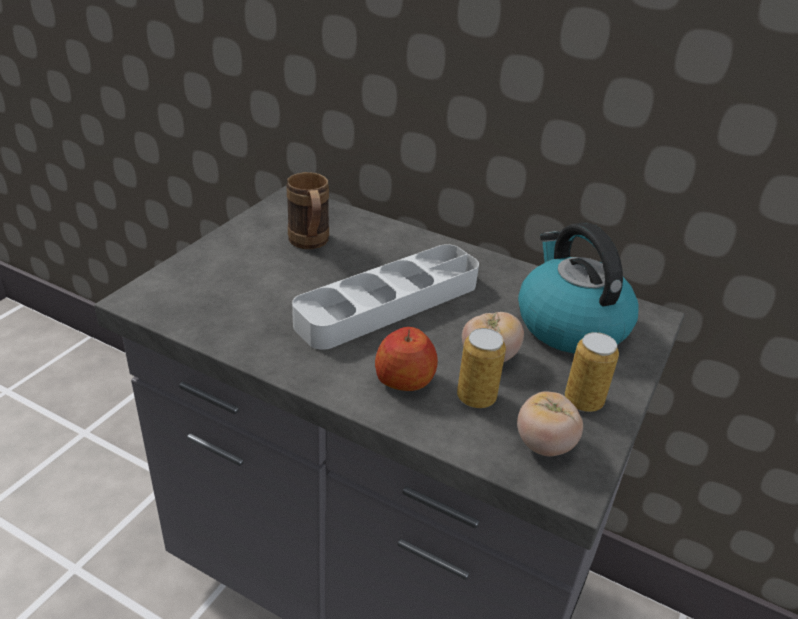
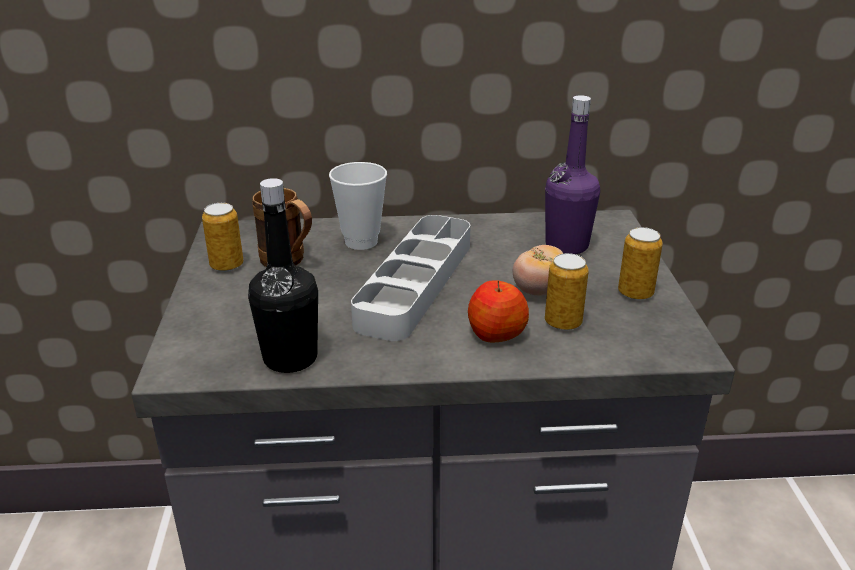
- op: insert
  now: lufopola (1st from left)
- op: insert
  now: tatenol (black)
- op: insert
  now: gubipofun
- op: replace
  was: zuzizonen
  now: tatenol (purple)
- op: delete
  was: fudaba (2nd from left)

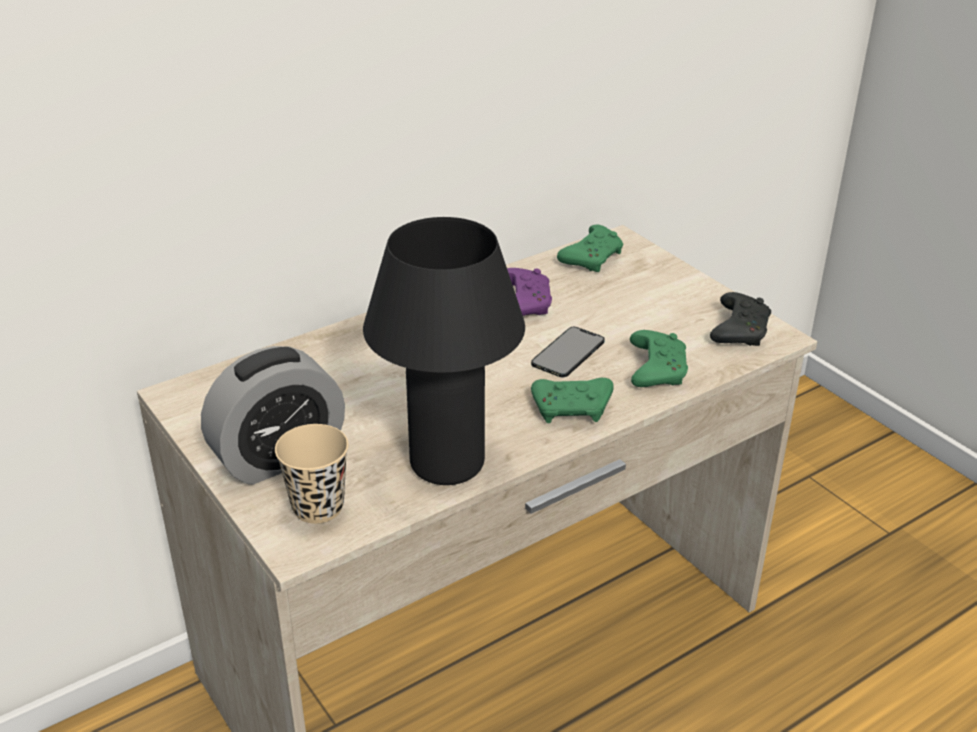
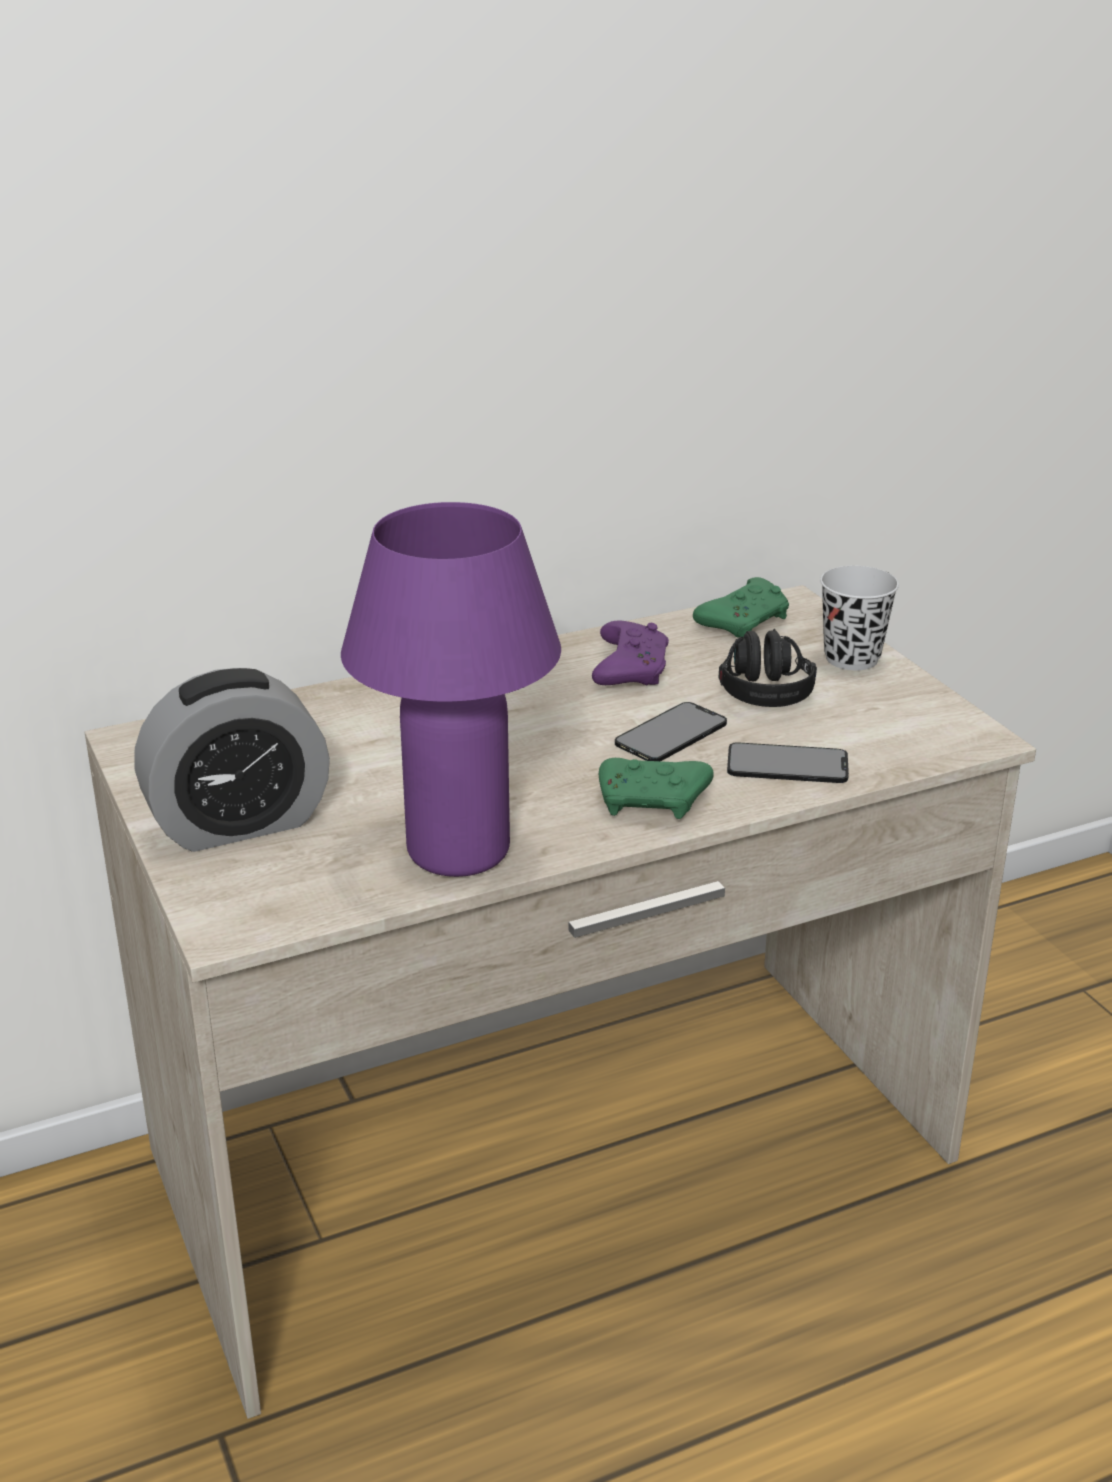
- op: recolor
  was: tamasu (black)
  now: tamasu (purple)
- op: insert
  now: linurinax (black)
- op: replace
  was: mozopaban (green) (3rd from left)
  now: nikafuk (2nd from left)
- op: insert
  now: gubipofun (black)
- op: delete
  was: gubipofun (beige)
- op: delete
  was: mozopaban (black)

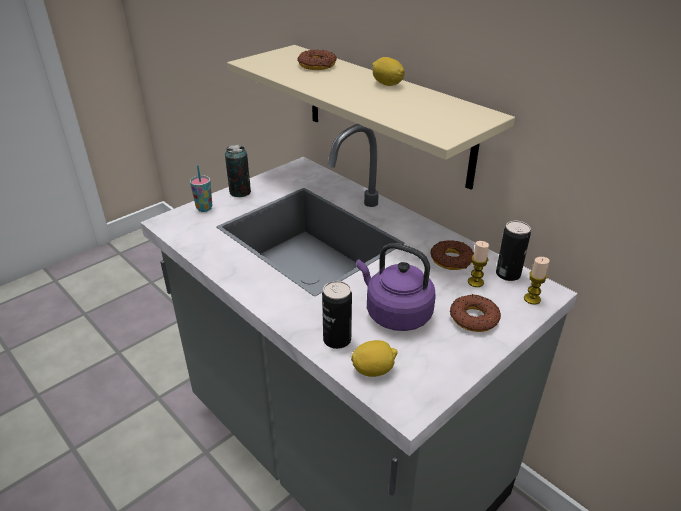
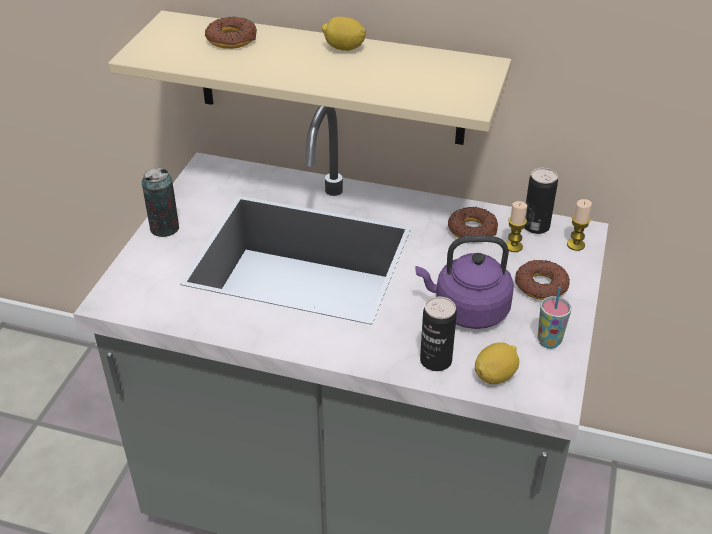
- op: move
  was: gubipofun

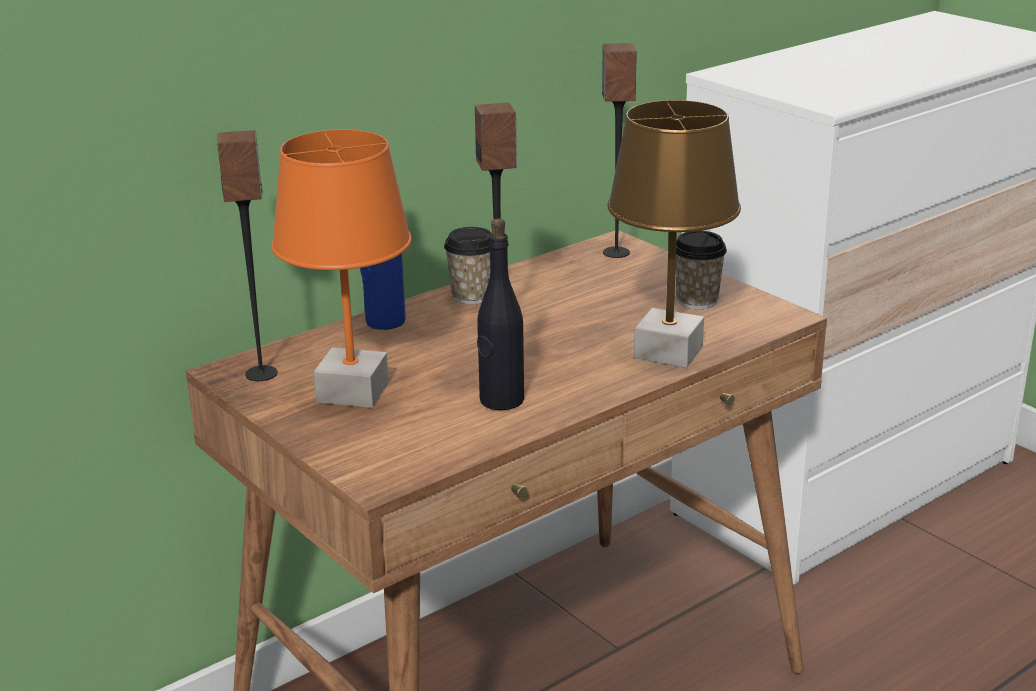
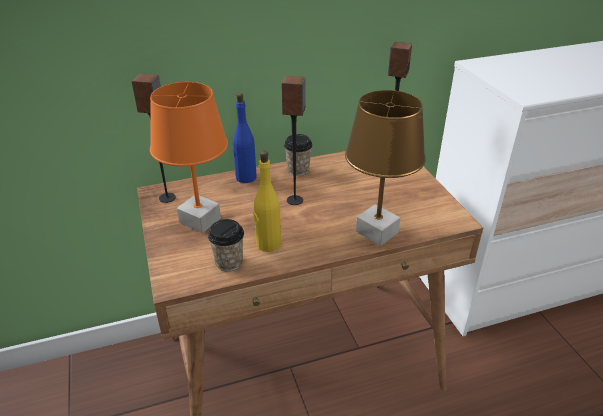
- op: move
  was: gubipofun (2nd from left in the first image)
  now: gubipofun (1st from left)
- op: recolor
  was: tatenol (black)
  now: tatenol (yellow)

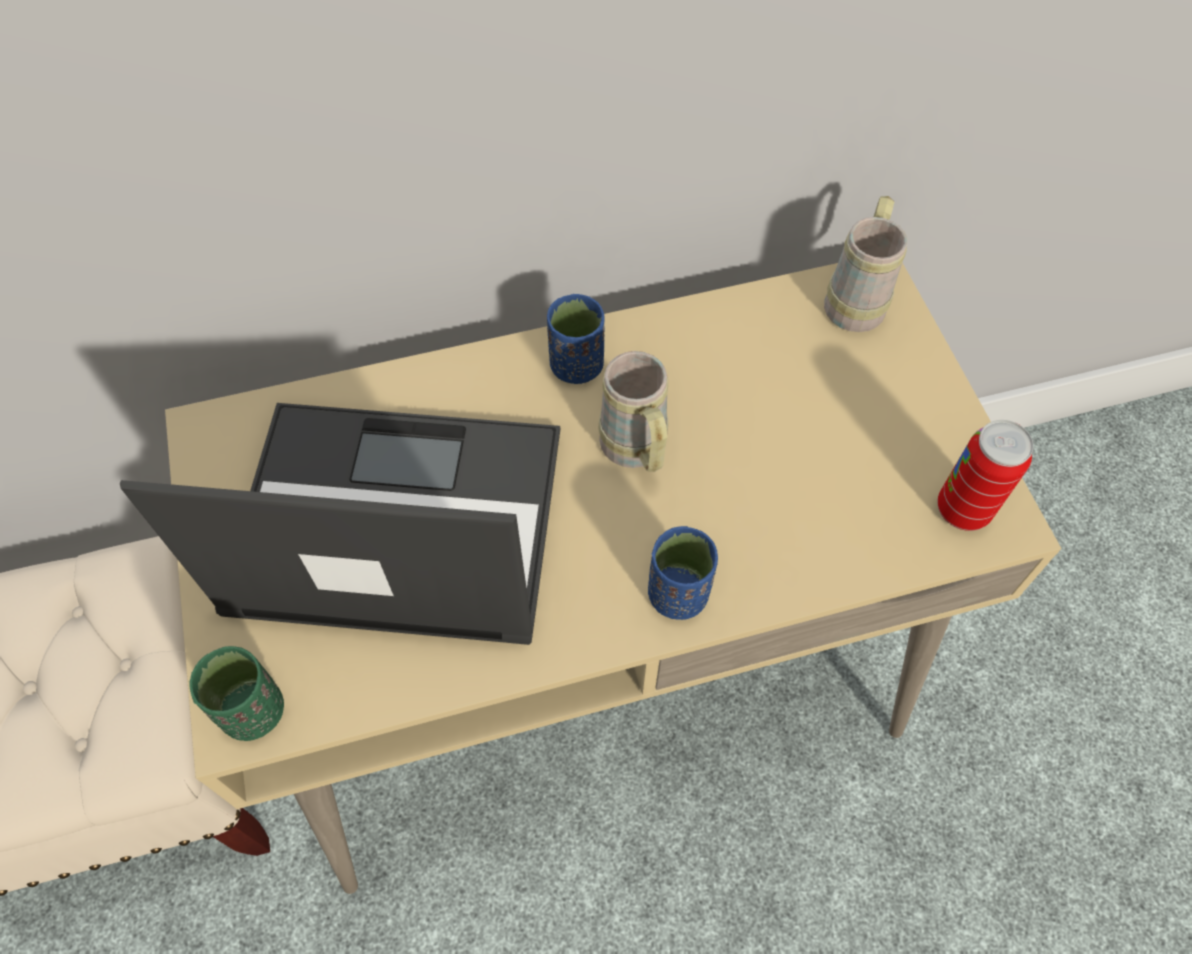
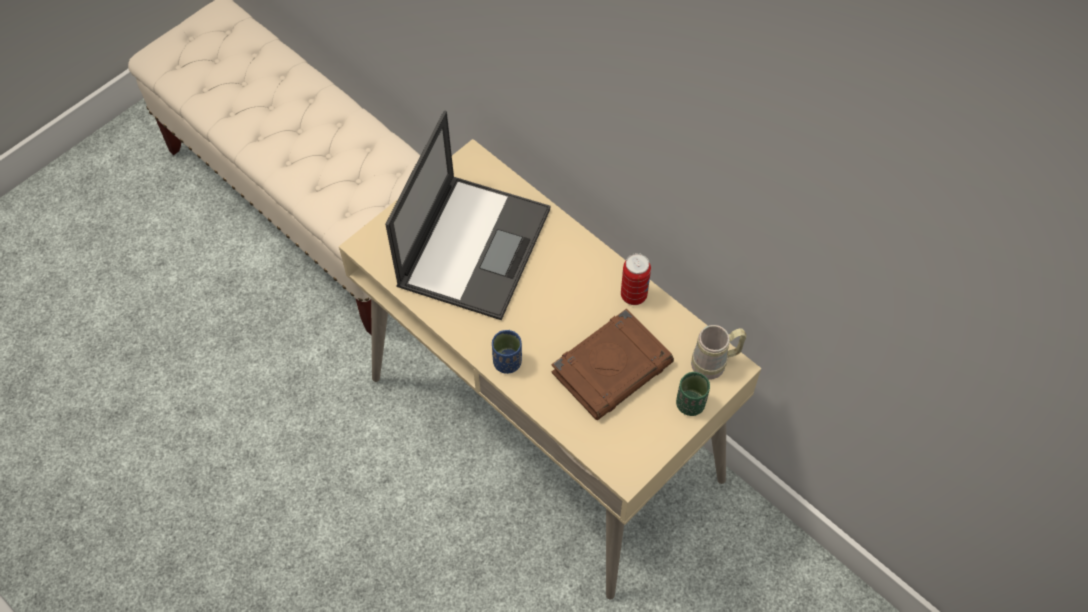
- op: rotate
  was: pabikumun
  clockwise: 45
- op: insert
  now: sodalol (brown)
- op: move
  was: lufopola
- op: move
  was: gubipofun (green)
- op: delete
  was: gubipofun (blue) (1st from left)
- op: delete
  was: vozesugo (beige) (1st from left)

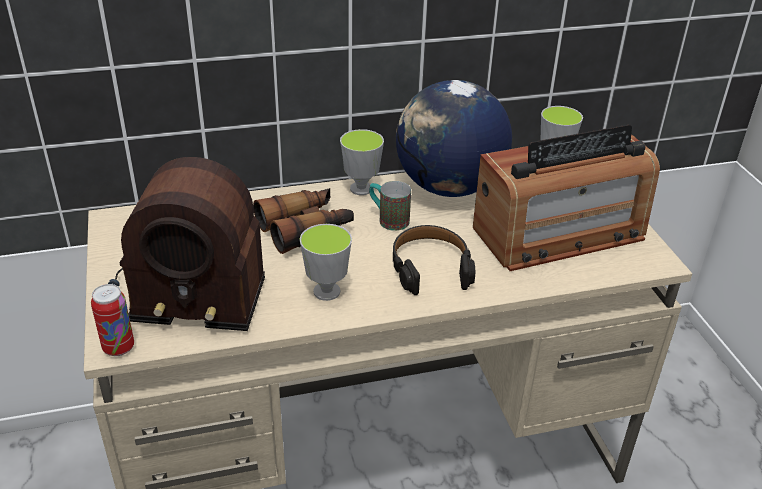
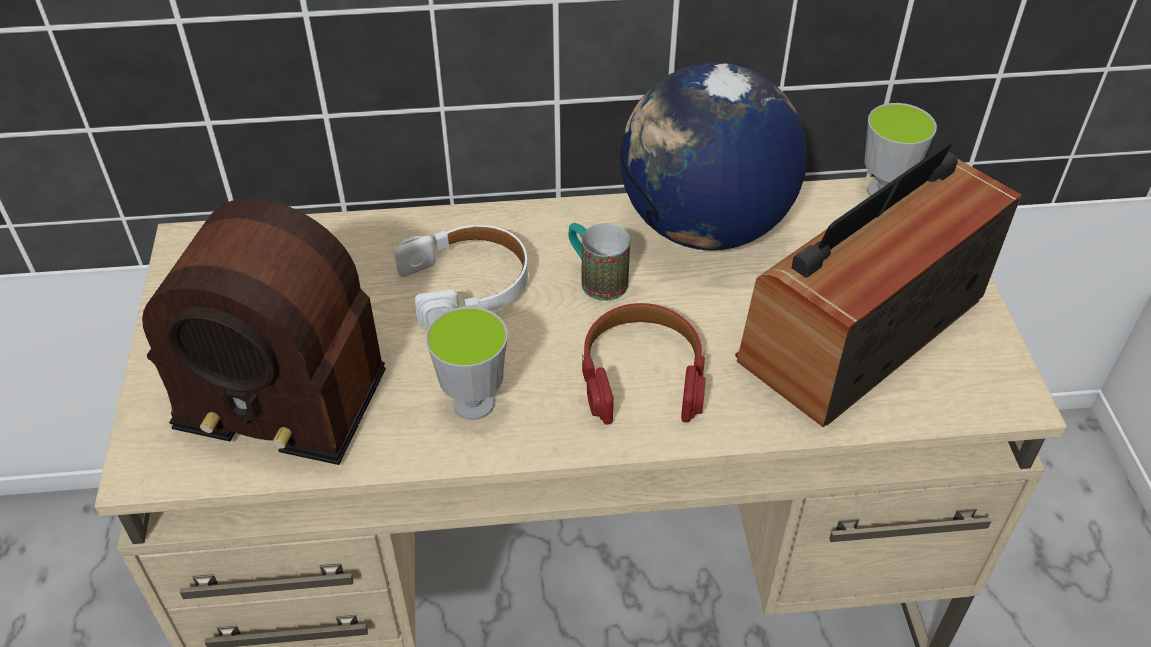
- op: replace
  was: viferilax
  now: linurinax (white)
- op: recolor
  was: linurinax (black)
  now: linurinax (red)
- op: rotate
  was: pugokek (2nd from left)
  clockwise: 150
- op: delete
  was: lufopola
- op: delete
  was: gubipofun (2nd from left)

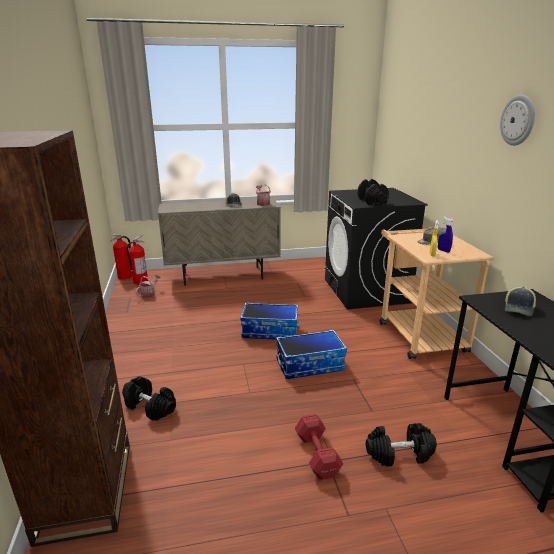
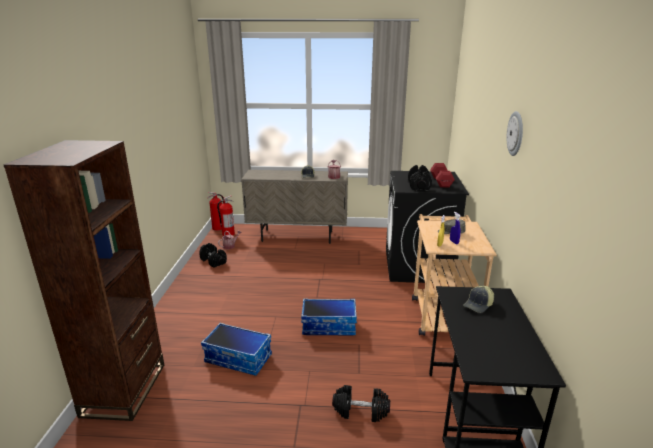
- op: move
  was: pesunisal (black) (1st from left)
- op: move
  was: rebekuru (1st from left)
- op: move
  was: pesunisal (red)

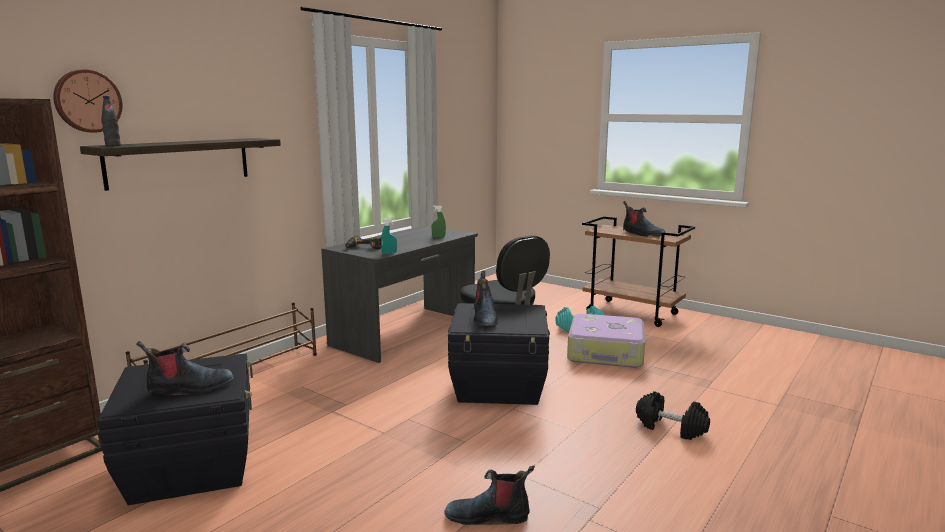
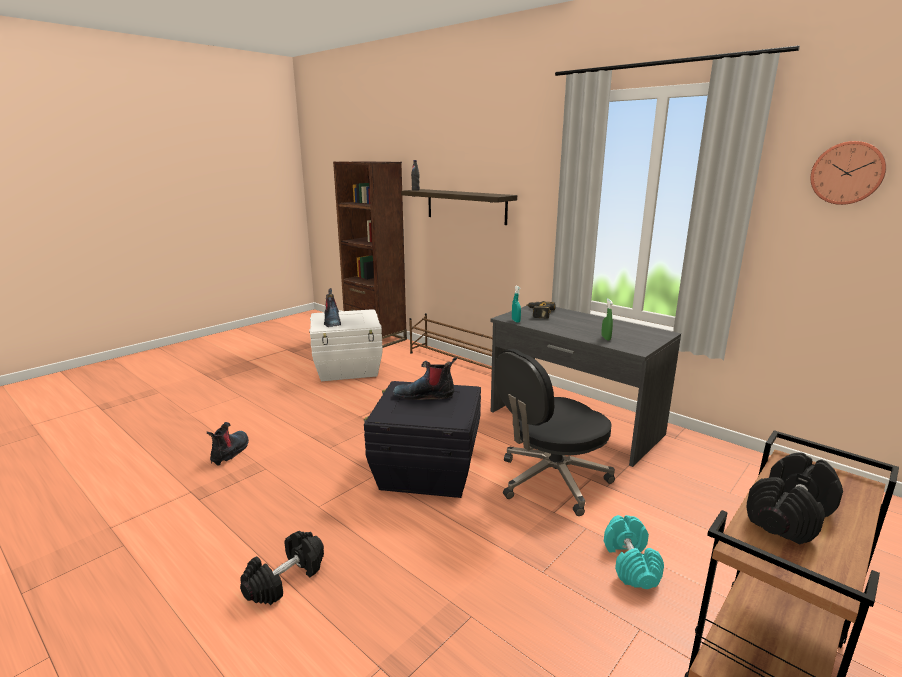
- op: recolor
  was: rebekuru (black) (1st from left)
  now: rebekuru (white)
- op: replace
  was: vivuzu (4th from left)
  now: pesunisal (black) (2nd from left)
- op: move
  was: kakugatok
- op: delete
  was: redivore

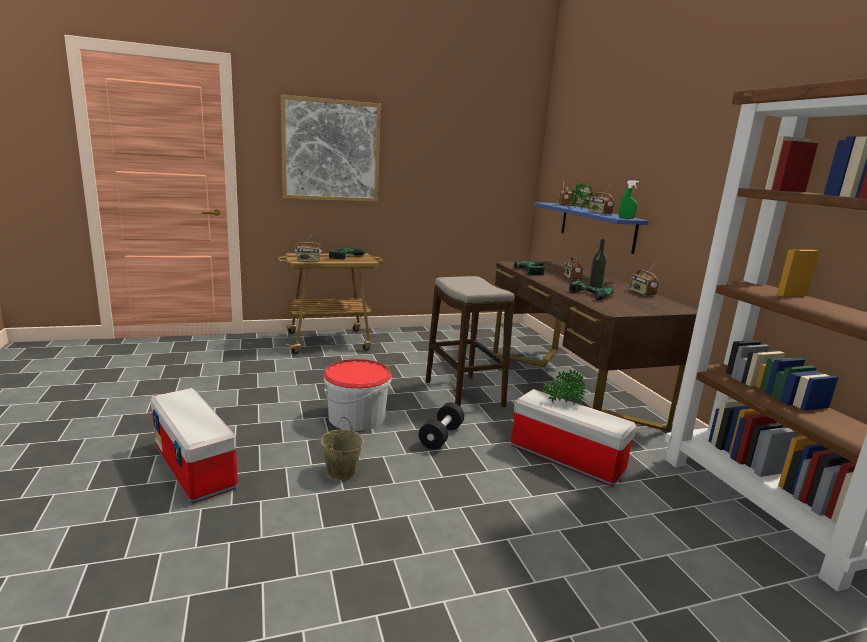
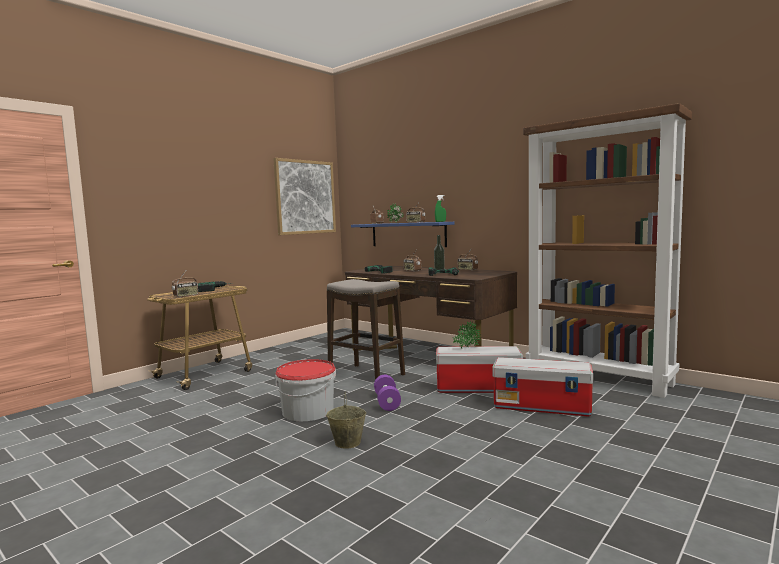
- op: move
  was: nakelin
- op: recolor
  was: pesunisal (black)
  now: pesunisal (purple)
- op: move
  was: rebekuru (1st from left in the first image)
  now: rebekuru (2nd from left)

